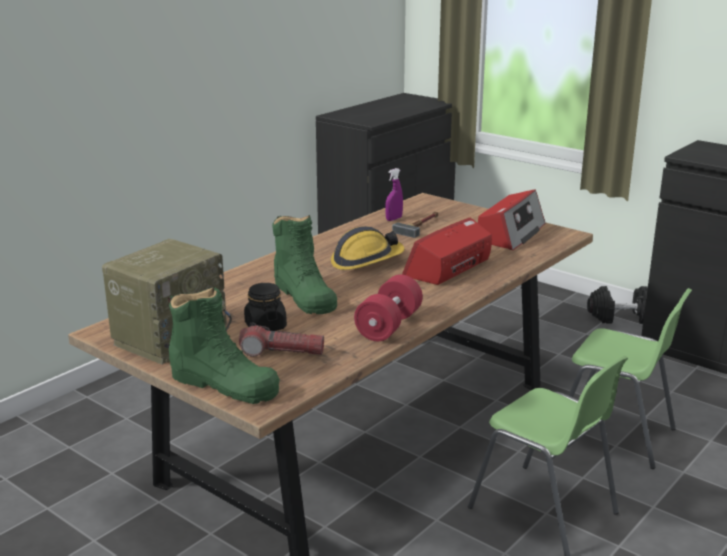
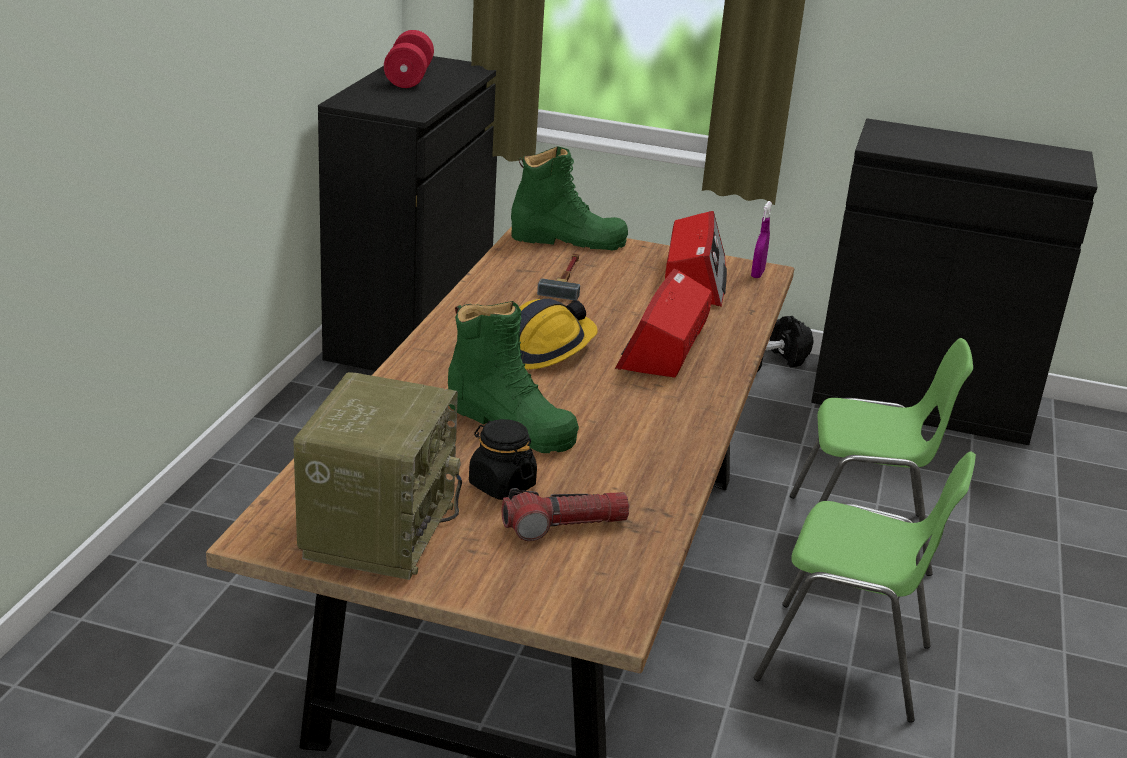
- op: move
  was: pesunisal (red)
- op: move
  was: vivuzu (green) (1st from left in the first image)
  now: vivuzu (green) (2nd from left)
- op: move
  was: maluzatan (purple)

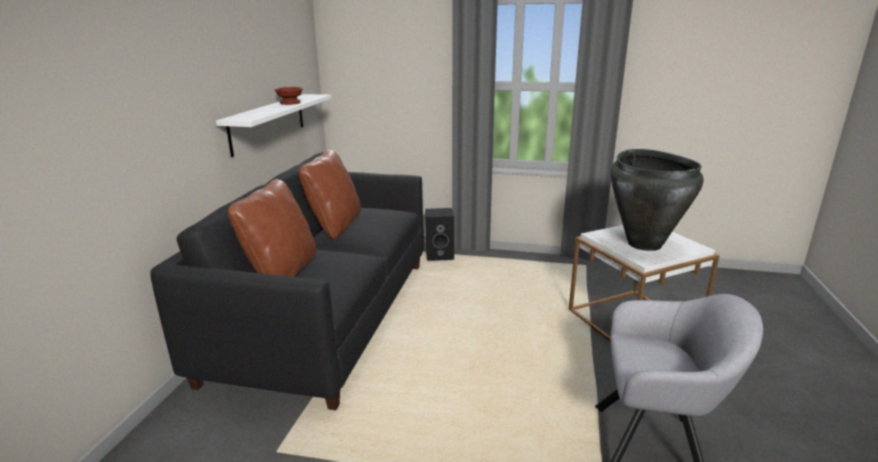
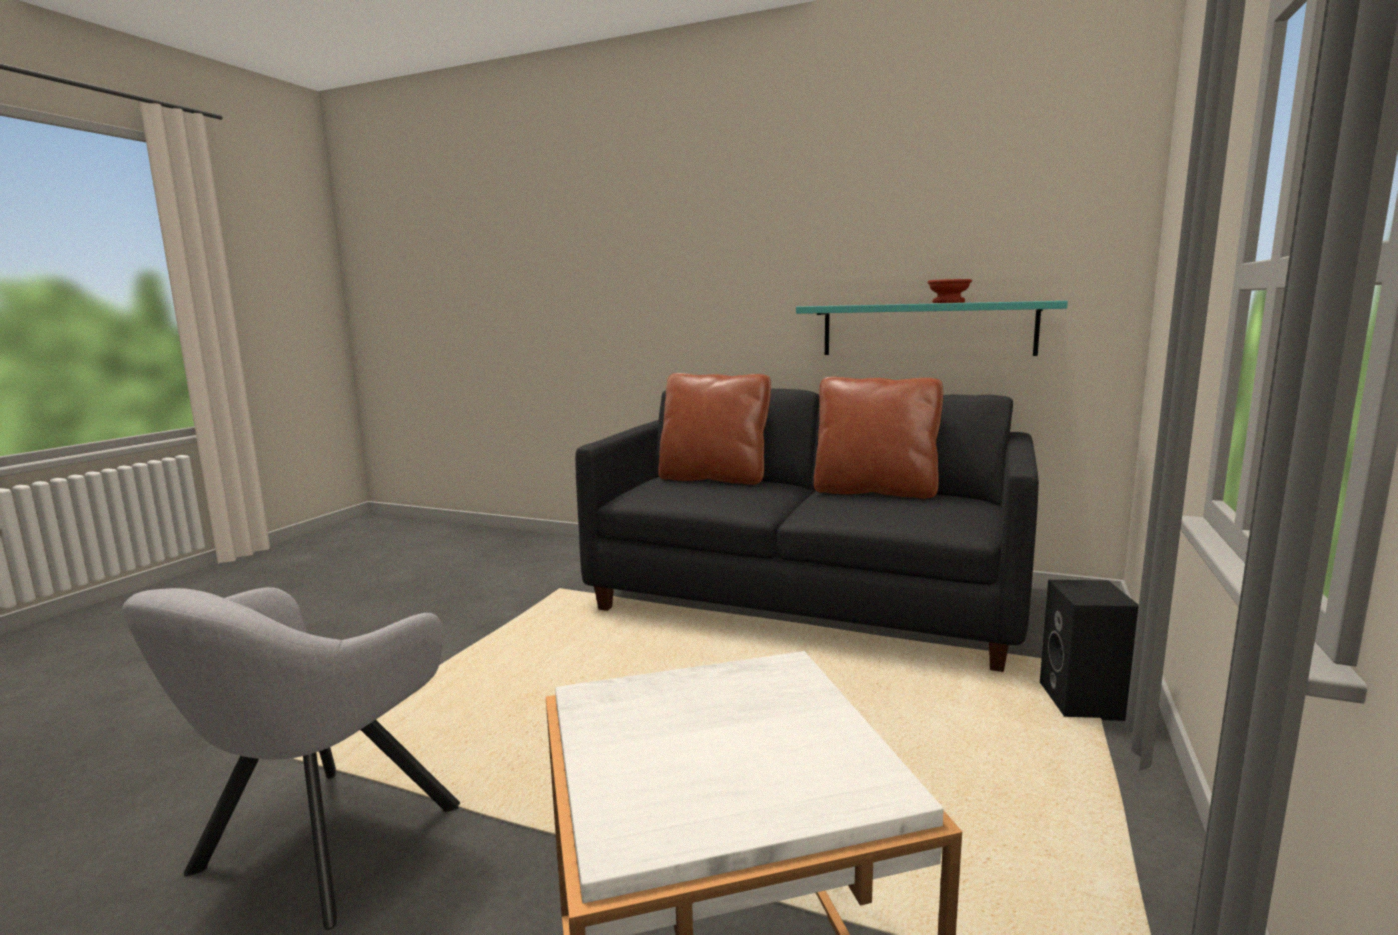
- op: recolor
  was: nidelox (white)
  now: nidelox (turquoise)
- op: delete
  was: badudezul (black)

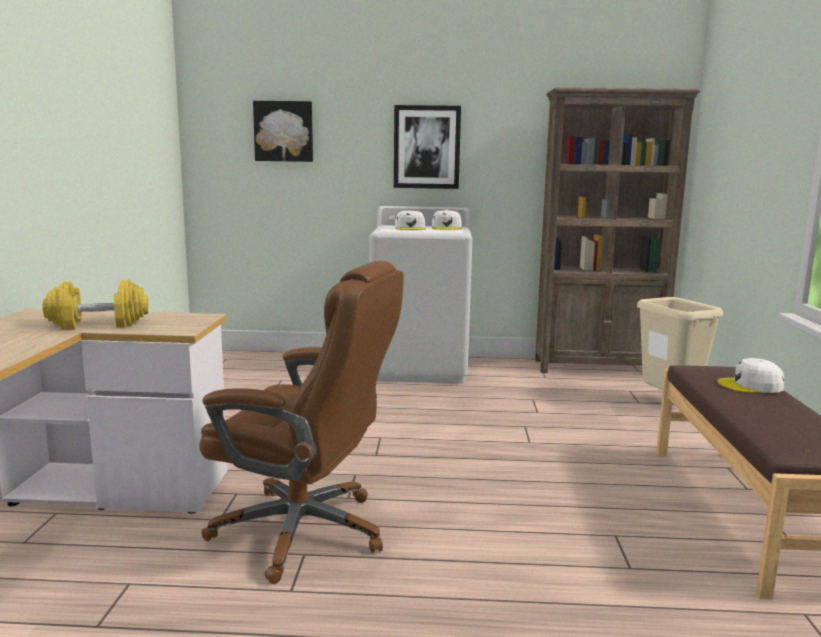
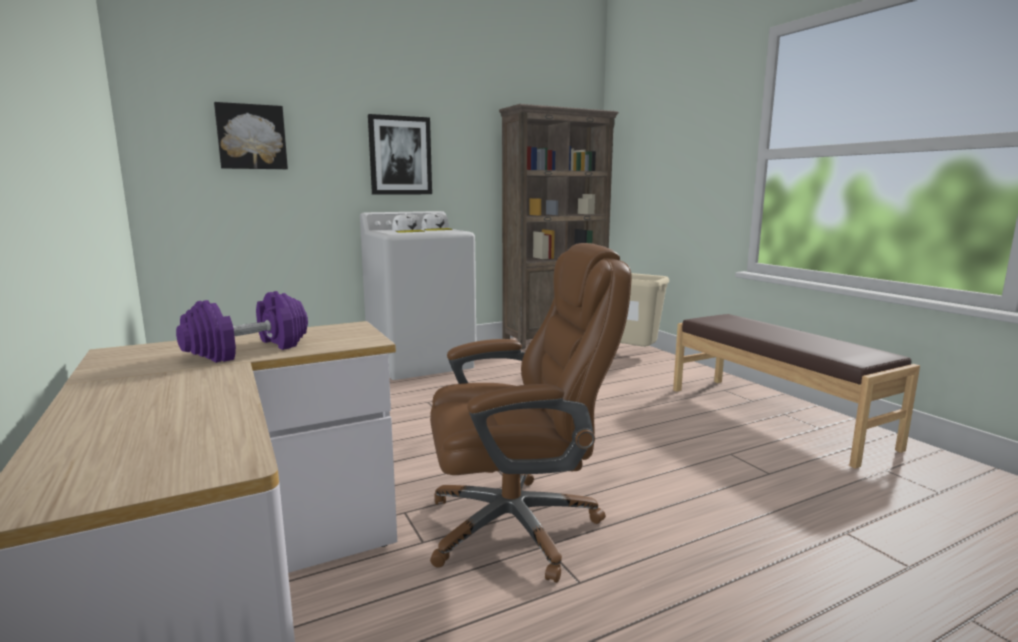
- op: recolor
  was: pesunisal (yellow)
  now: pesunisal (purple)
- op: delete
  was: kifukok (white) (3rd from left)

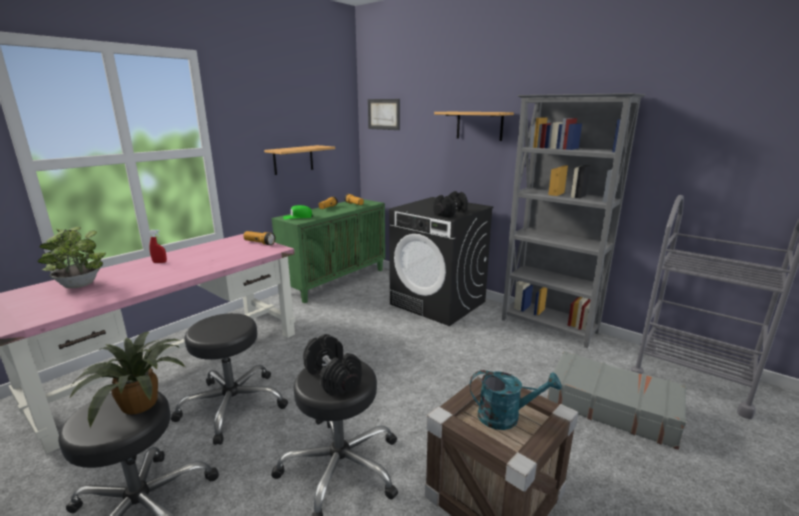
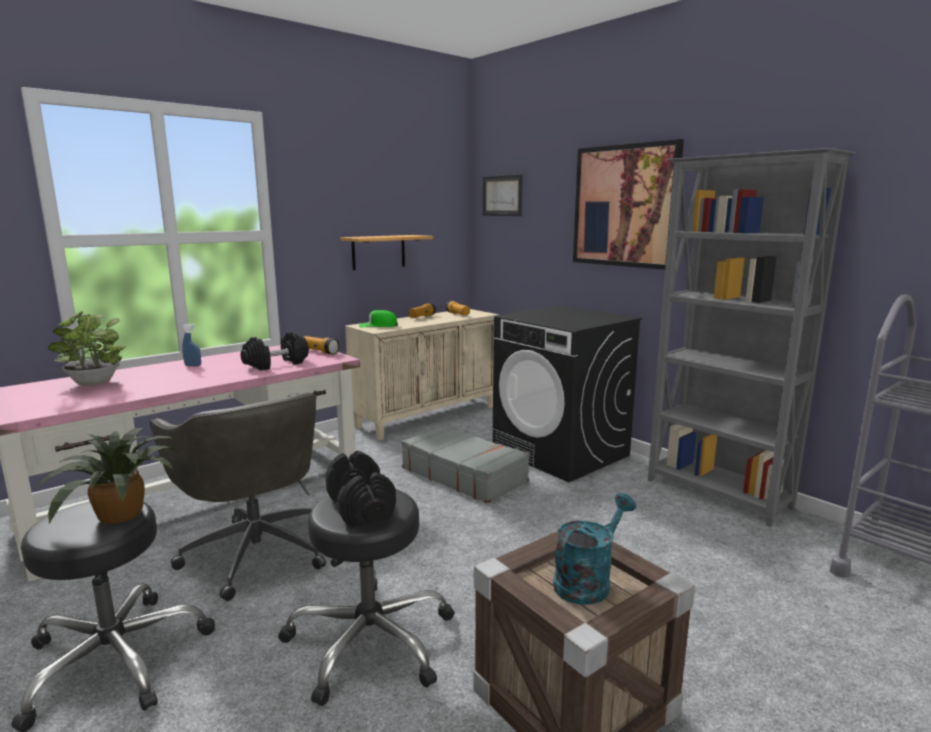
- op: replace
  was: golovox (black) (2nd from left)
  now: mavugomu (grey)
- op: recolor
  was: maluzatan (red)
  now: maluzatan (blue)
- op: move
  was: pesunisal (black) (2nd from left in the first image)
  now: pesunisal (black) (1st from left)
- op: recolor
  was: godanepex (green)
  now: godanepex (beige)
- op: move
  was: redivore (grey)
- op: rotate
  was: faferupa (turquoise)
  clockwise: -60
- op: replace
  was: nidelox (2nd from left)
  now: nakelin (2nd from left)

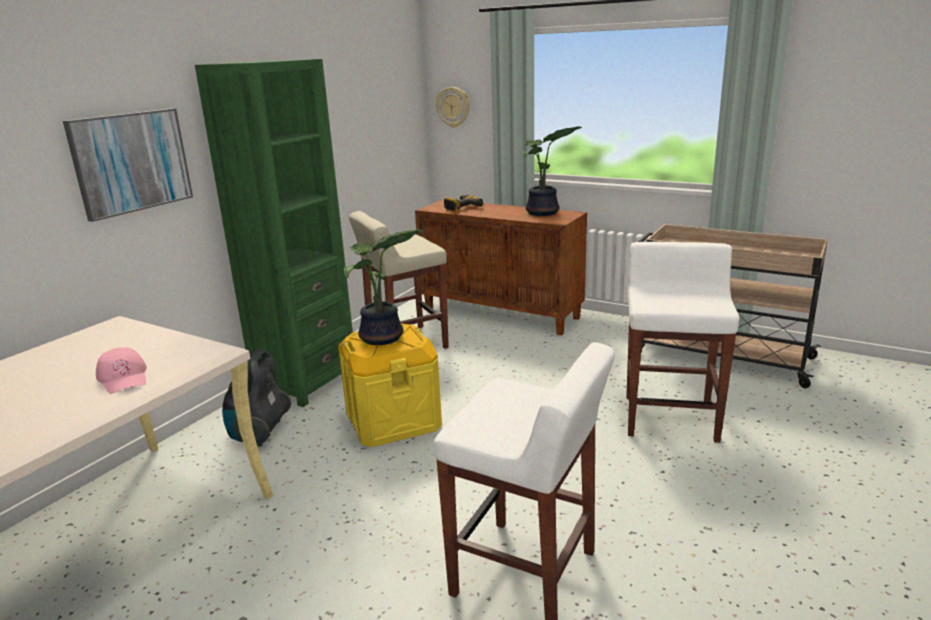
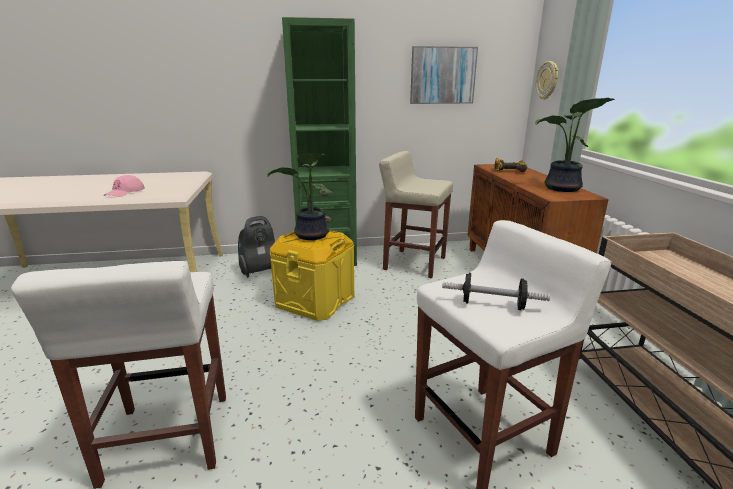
- op: move
  was: nakelin
- op: insert
  now: pesunisal

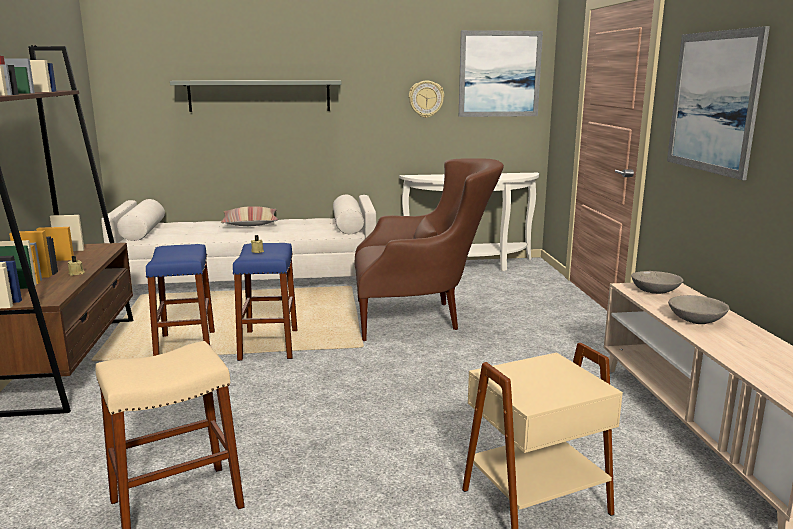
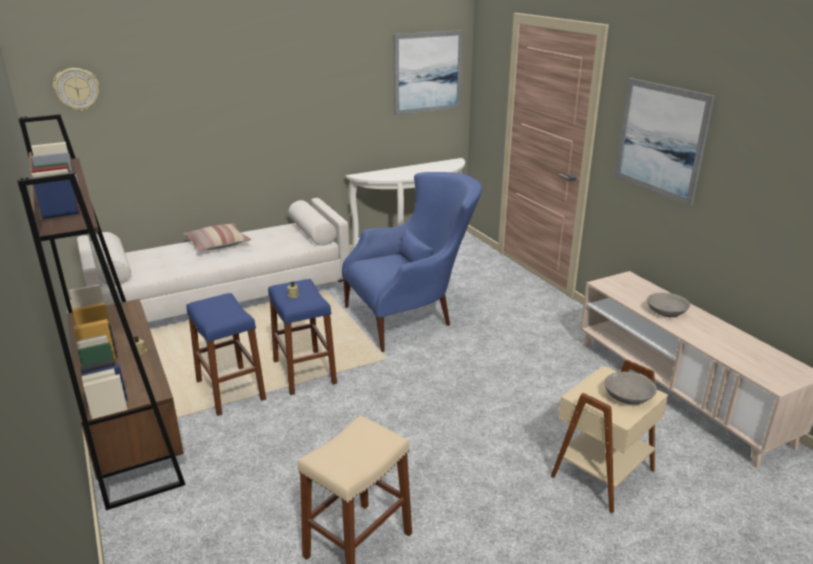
- op: move
  was: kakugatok
- op: recolor
  was: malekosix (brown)
  now: malekosix (blue)
- op: move
  was: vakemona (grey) (1st from left)
- op: delete
  was: nidelox (grey)

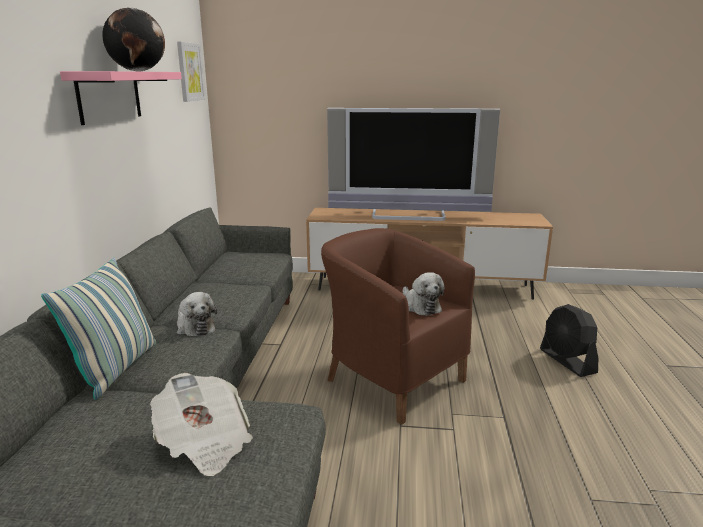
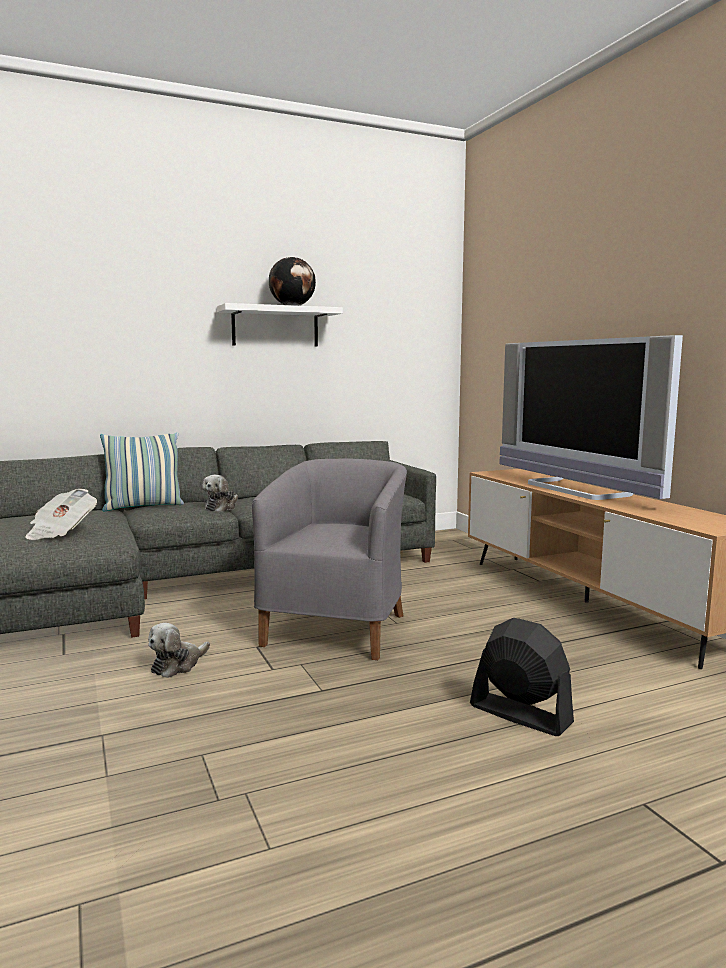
- op: move
  was: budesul (2nd from left in the first image)
  now: budesul (1st from left)
- op: recolor
  was: nidelox (pink)
  now: nidelox (white)
- op: recolor
  was: malekosix (brown)
  now: malekosix (grey)
- op: rotate
  was: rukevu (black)
  clockwise: 90
- op: delete
  was: nakelin

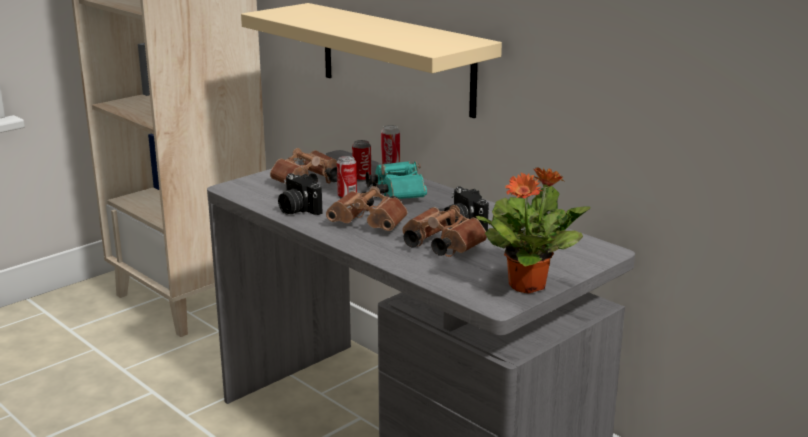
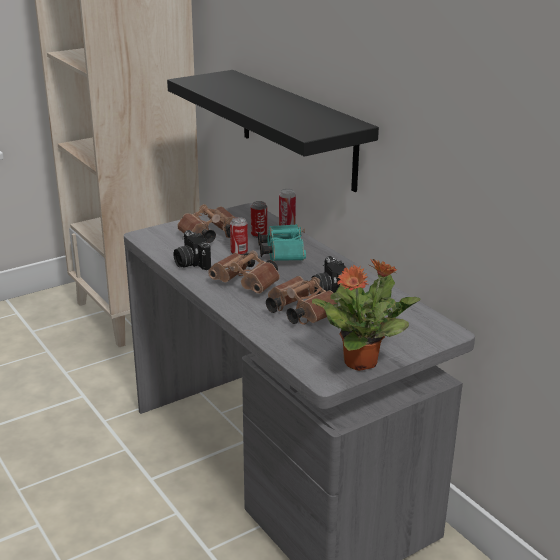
- op: recolor
  was: nidelox (beige)
  now: nidelox (black)

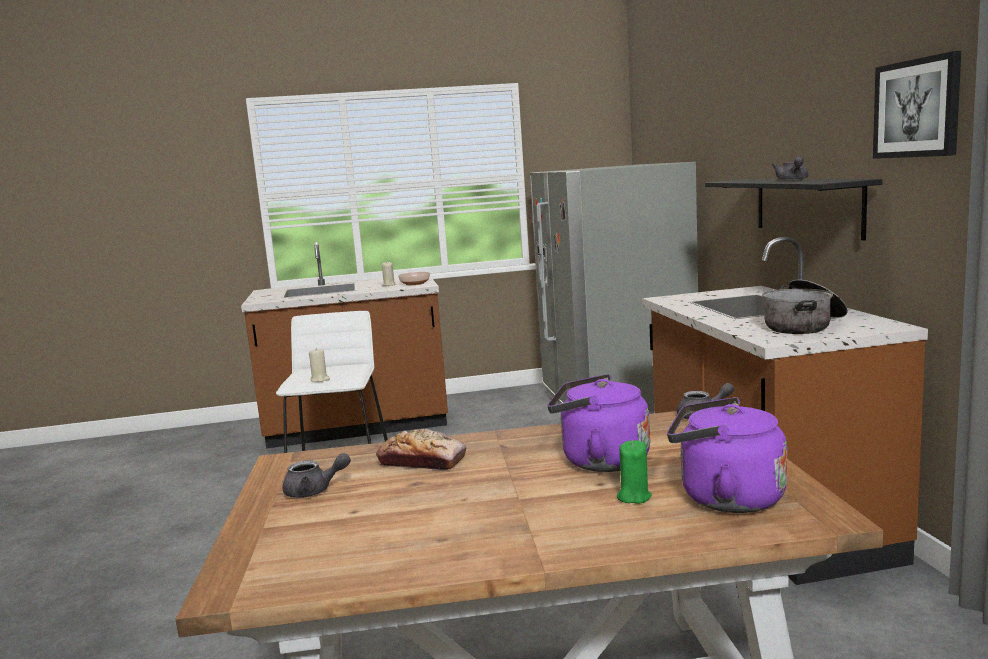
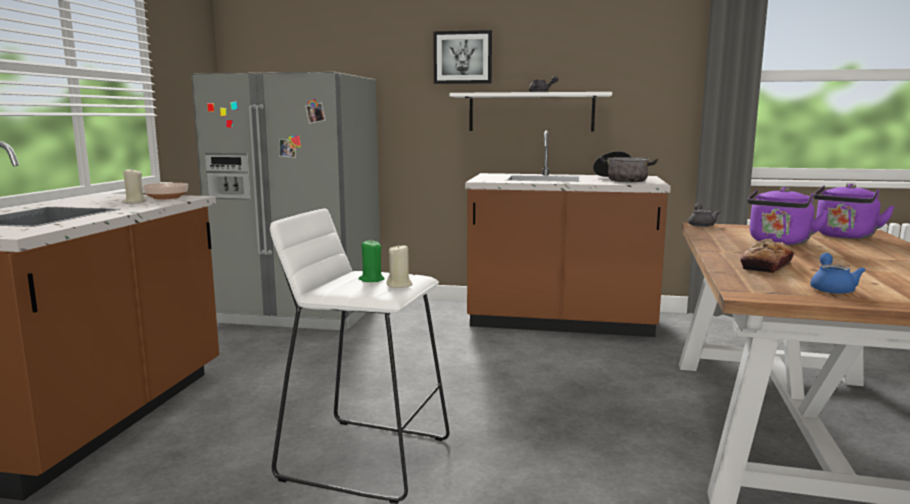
- op: move
  was: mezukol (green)
- op: move
  was: nakelin
- op: recolor
  was: nidelox (black)
  now: nidelox (white)
- op: recolor
  was: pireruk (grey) (1st from left)
  now: pireruk (blue)

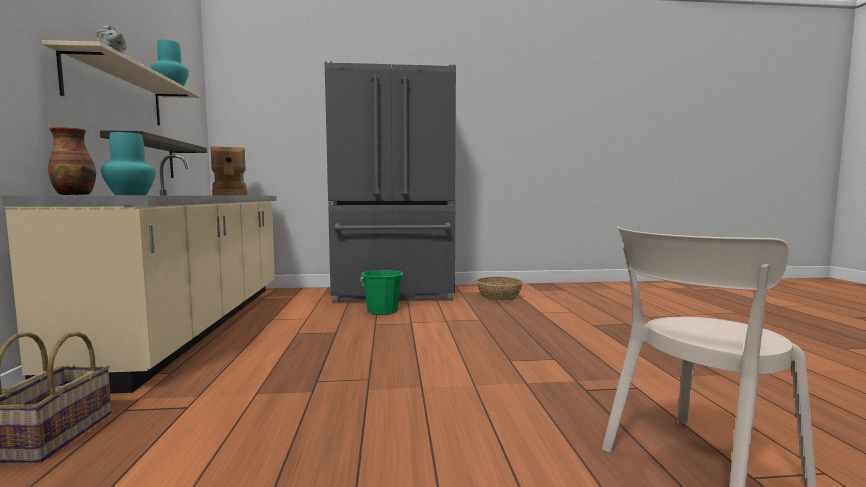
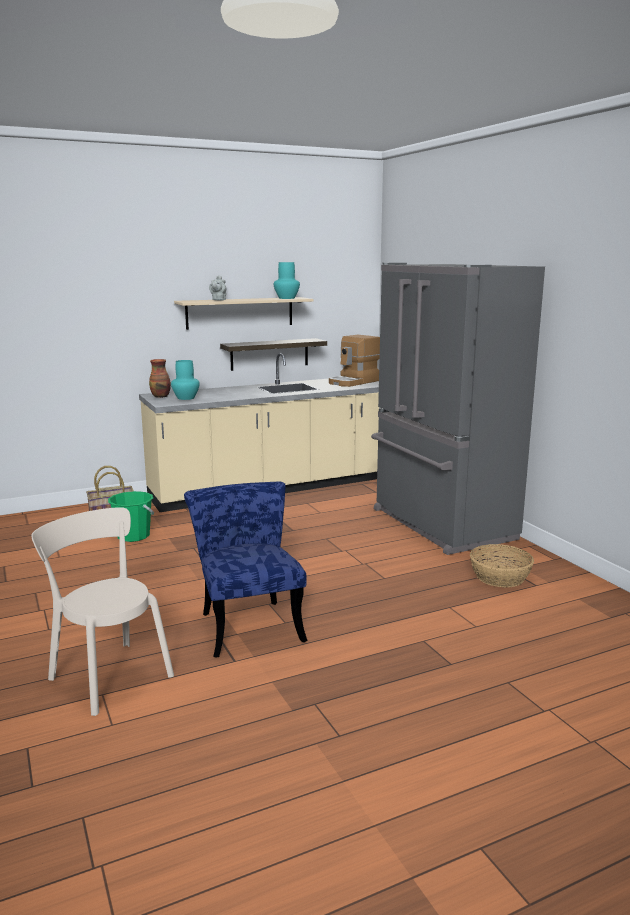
- op: move
  was: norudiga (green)
- op: insert
  now: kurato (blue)

